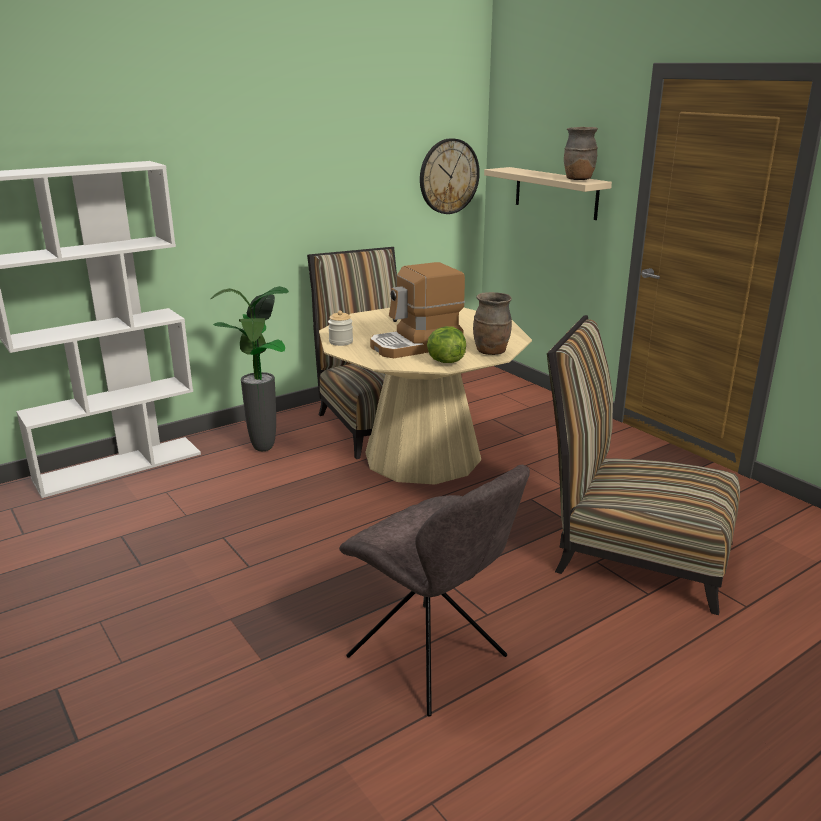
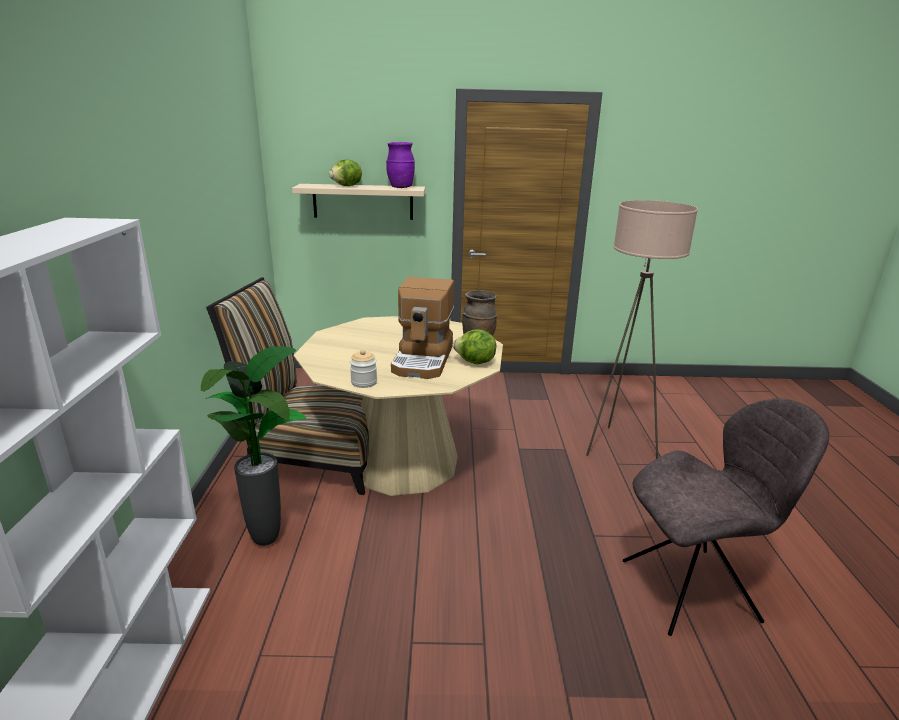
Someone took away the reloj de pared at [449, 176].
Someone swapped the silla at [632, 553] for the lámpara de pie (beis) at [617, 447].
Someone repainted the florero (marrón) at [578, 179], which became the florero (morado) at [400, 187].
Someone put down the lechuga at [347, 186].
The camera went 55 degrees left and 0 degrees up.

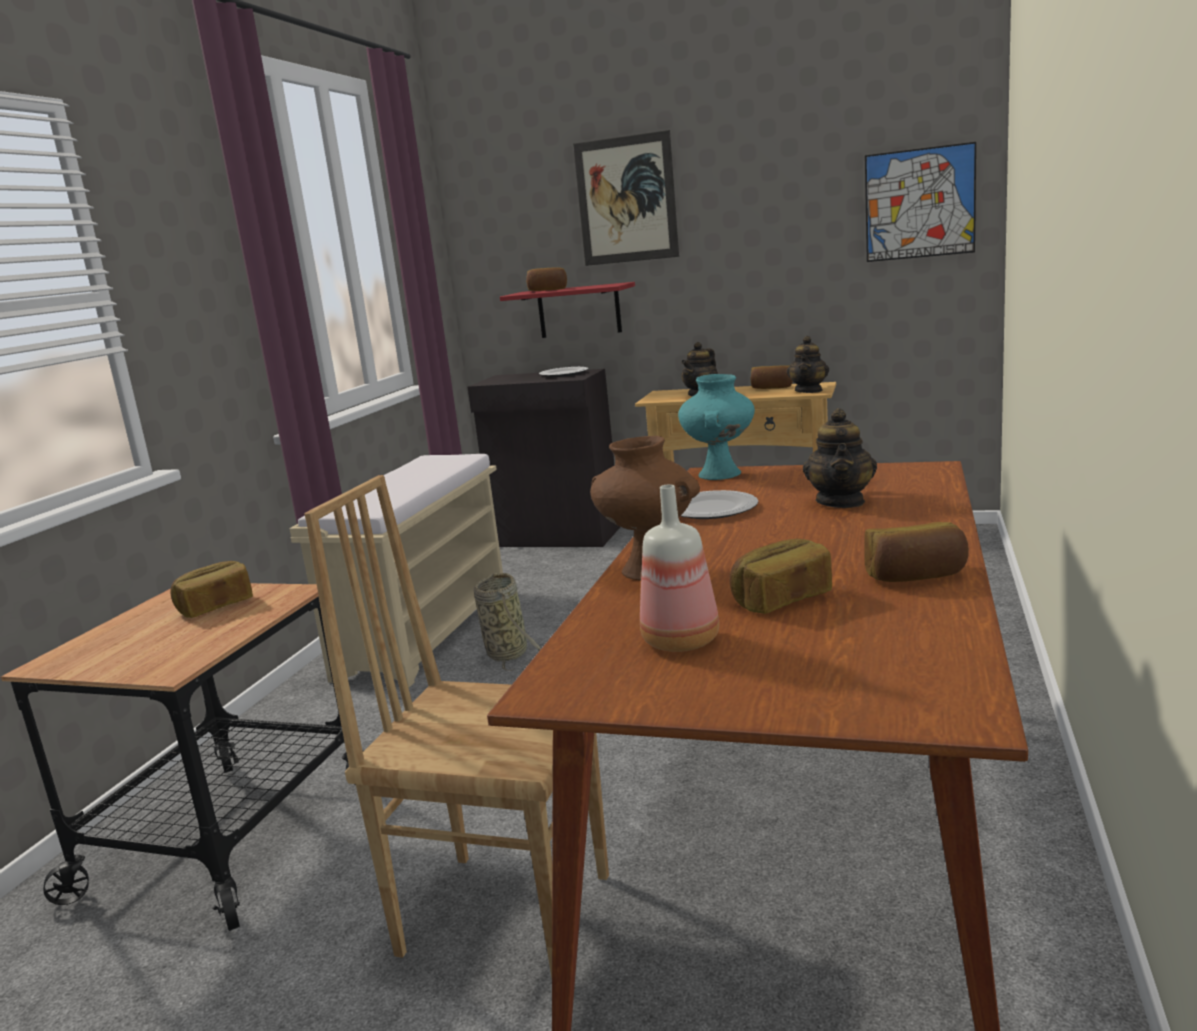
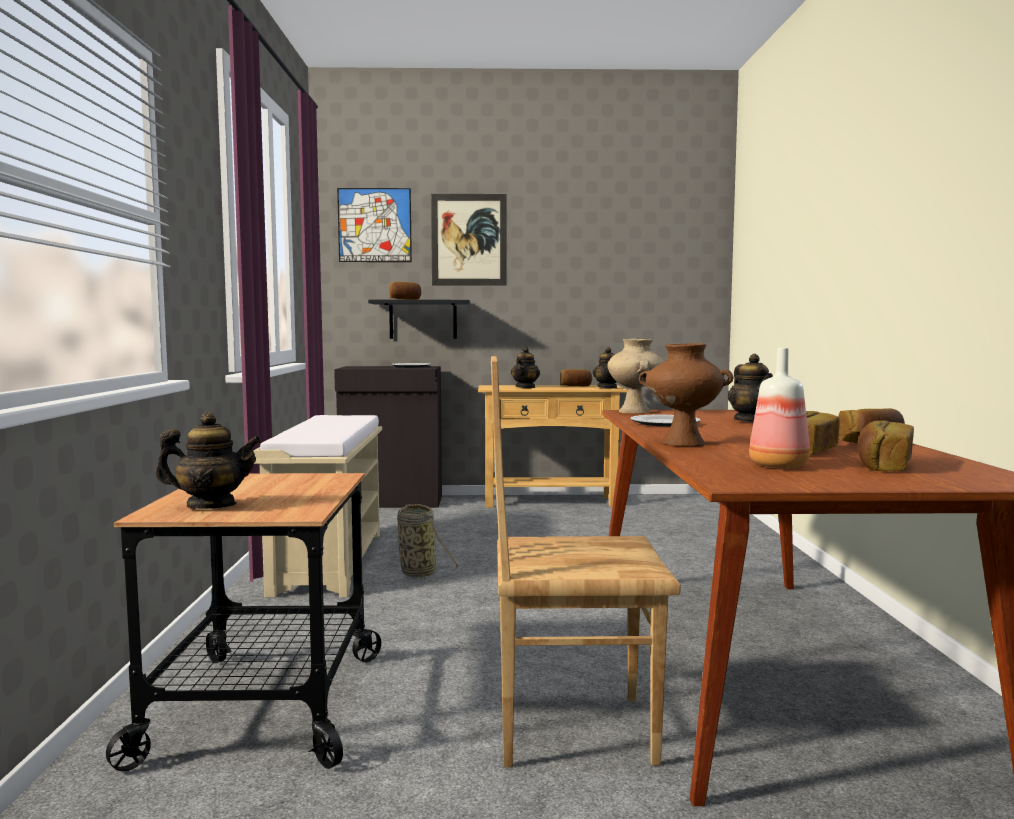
Someone carried the pan from [216, 606] to [883, 466].
Someone repainted the estante (rojo) at [579, 311], which became the estante (negro) at [423, 319].
Someone repainted the florero (turquesa) at [720, 474], which became the florero (beis) at [635, 412].
Someone carried the cuadro from [919, 203] to [374, 225].
Someone put down the tetera at [211, 505].
The camera went 20 degrees left and 10 degrees down.

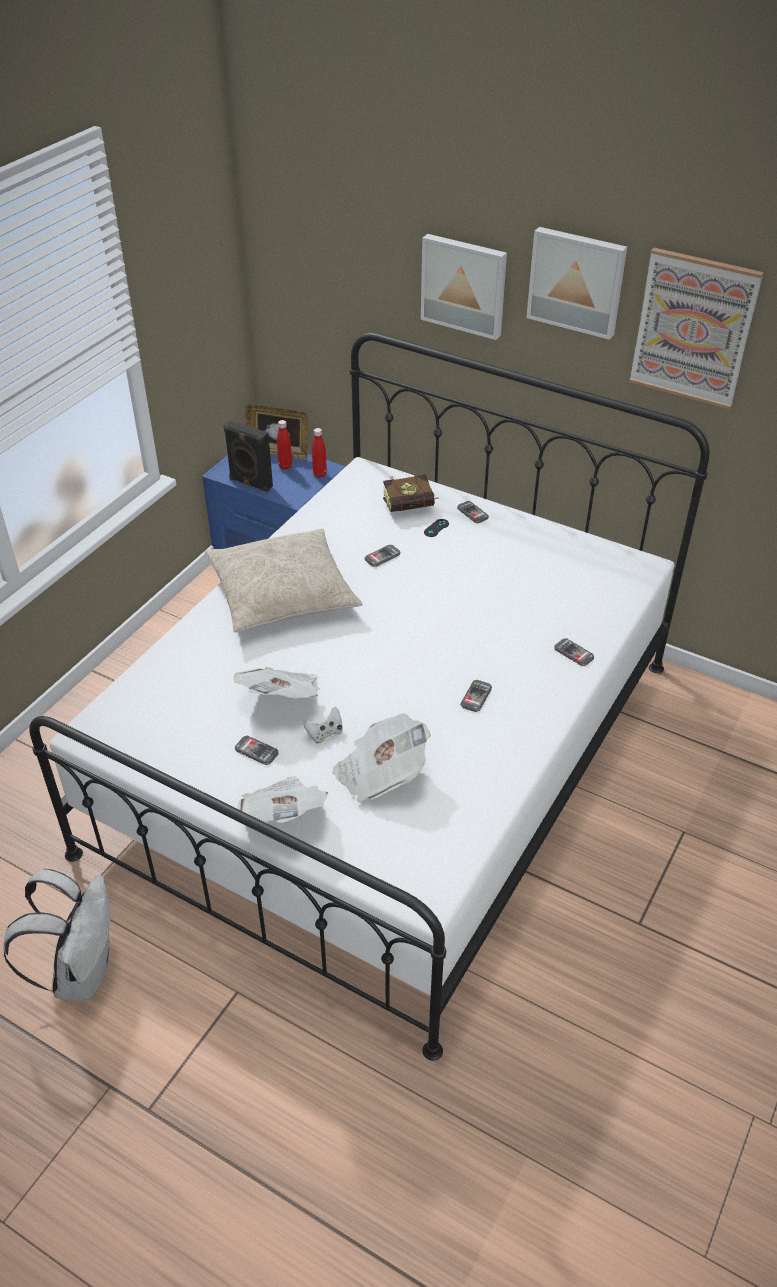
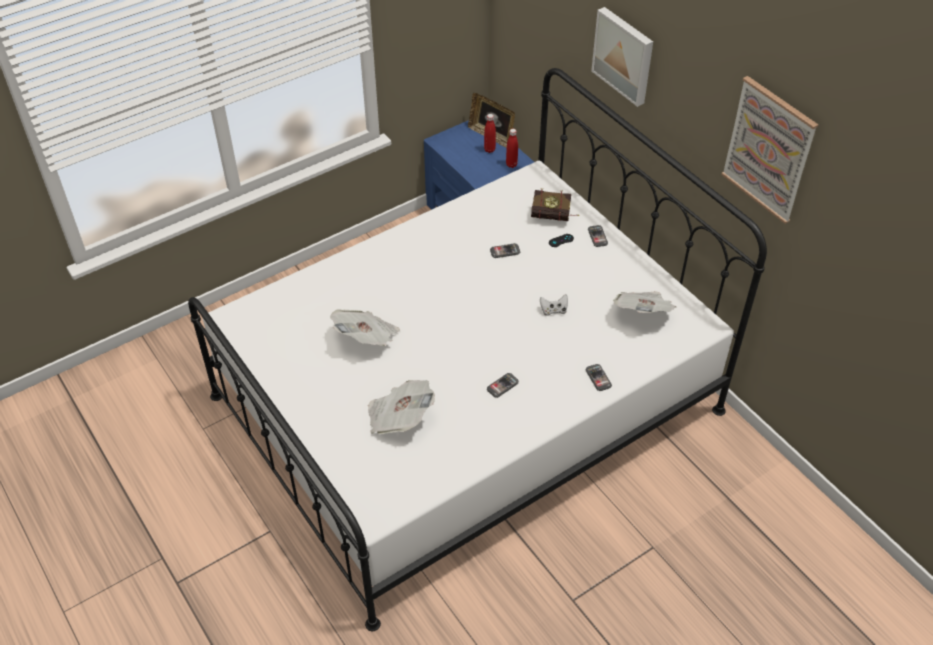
Someone took away the mochila (blanco) at [81, 971].
Someone took away the cojín (beis) at [282, 593].
Someone took away the altavoz (negro) at [250, 483].
Someone took away the móvil at [256, 751].
Someone carried the periódico from [283, 816] to [643, 313].
Someone carried the mando de consola (blanco) from [325, 733] to [553, 310].
Someone took away the cuadro at [577, 281].
The camera went 25 degrees right and 5 degrees up.

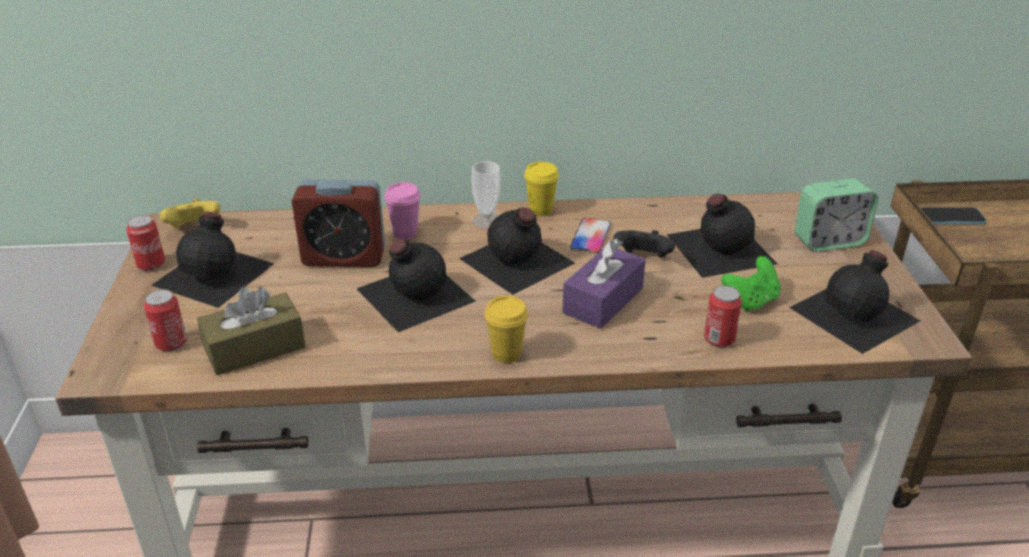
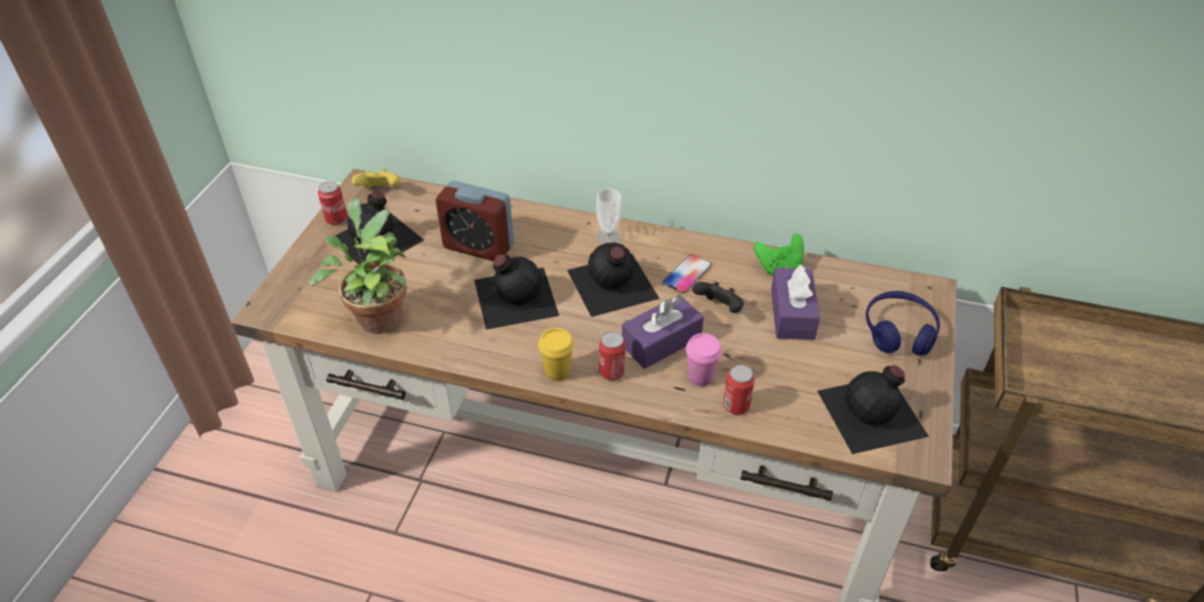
Someone carried the lata from [171, 343] to [612, 372].
Someone swapped the caja de pañuelos (marrón) at [255, 348] for the planta en maceta at [377, 316].
Someone carried the taza (rosa) from [405, 232] to [700, 377].
Someone took away the taza (amarillo) at [540, 210].
Someone swapped the botella (negro) at [718, 248] for the caja de pañuelos (morado) at [792, 314].
Someone carried the mando de consola (verde) from [751, 301] to [779, 266].
Someone swapped the despertador at [829, 241] for the auriculares (azul) at [899, 332].
Someone took away the móvil at [951, 218].
The camera went 20 degrees right and 10 degrees up.

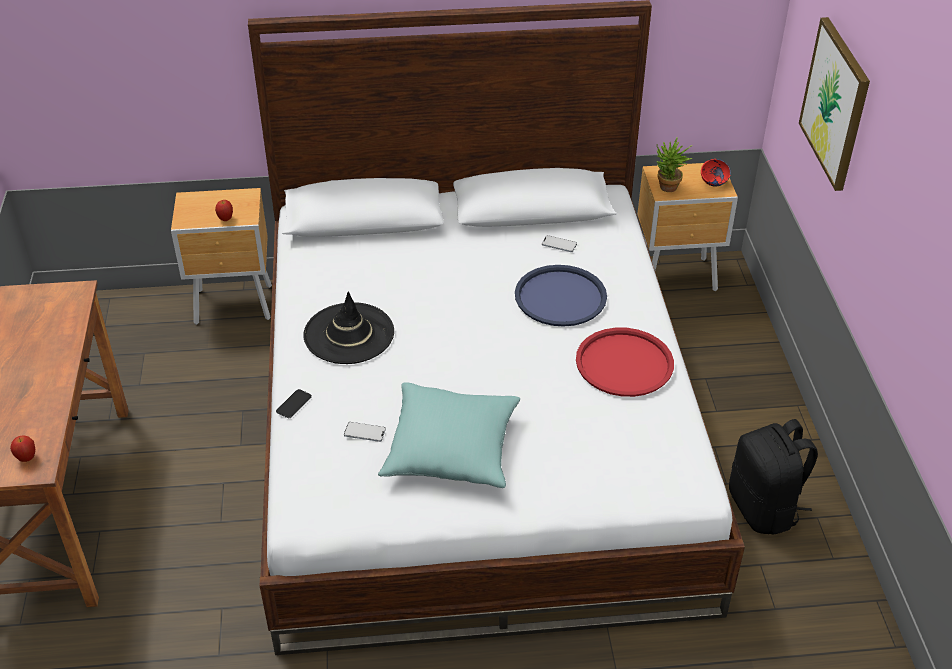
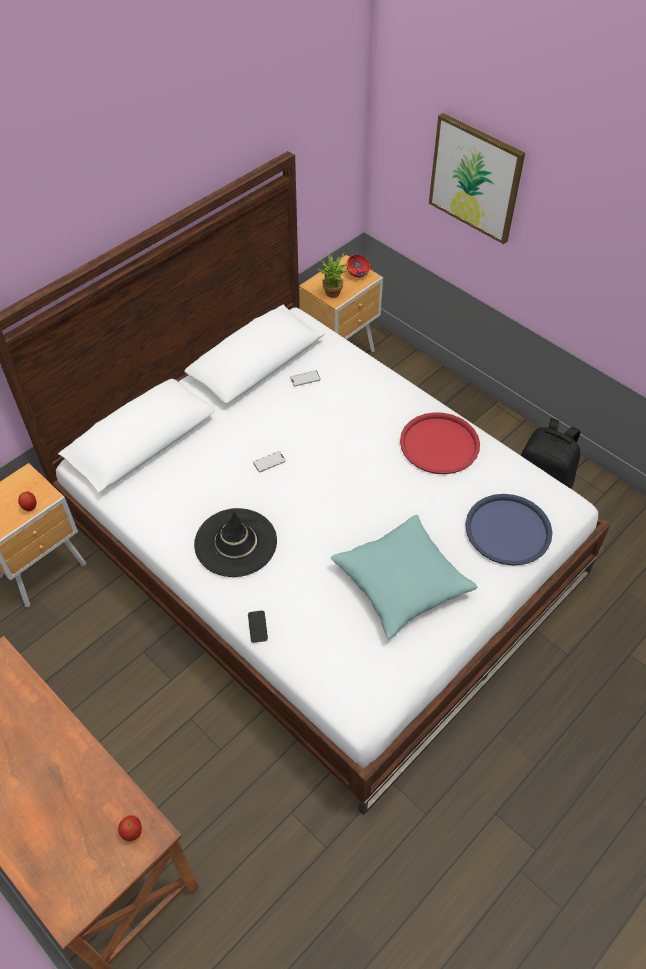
Someone carried the móvil from [364, 432] to [269, 462].
Someone carried the bandeja (azul) from [560, 297] to [507, 530].
The camera went 40 degrees left and 10 degrees up.

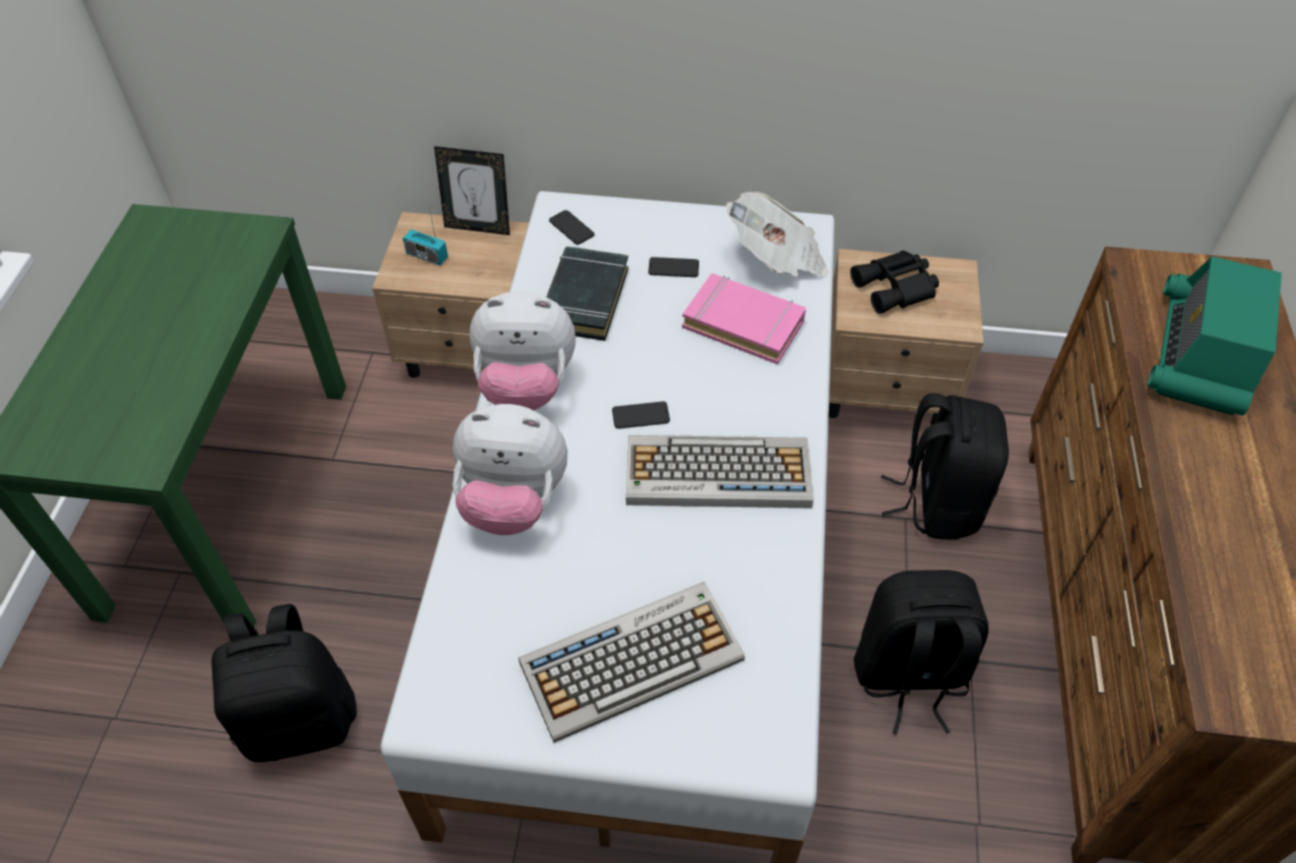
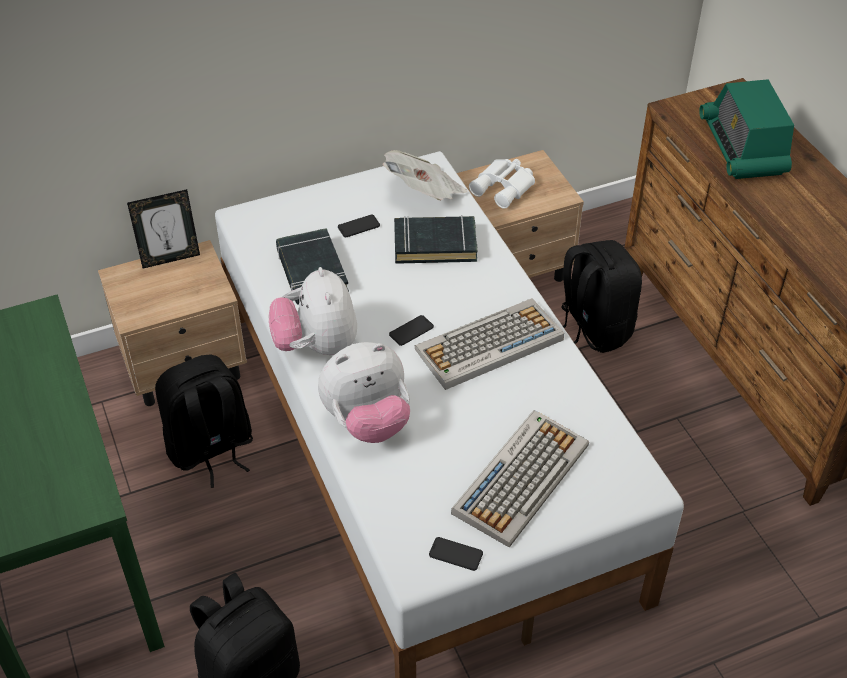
Someone took away the radio at [427, 256].
Someone rotated the peluche at [526, 387] by 105 degrees clockwise.
Someone carried the móvil from [571, 228] to [455, 554].
Someone repainted the libro (rosa) at [743, 324], which became the libro (negro) at [435, 244].
Someone repainted the prismáticos (negro) at [896, 288], which became the prismáticos (blanco) at [504, 187].
Someone carried the mochila (negro) from [908, 676] to [210, 449].
The camera went 30 degrees left and 5 degrees down.

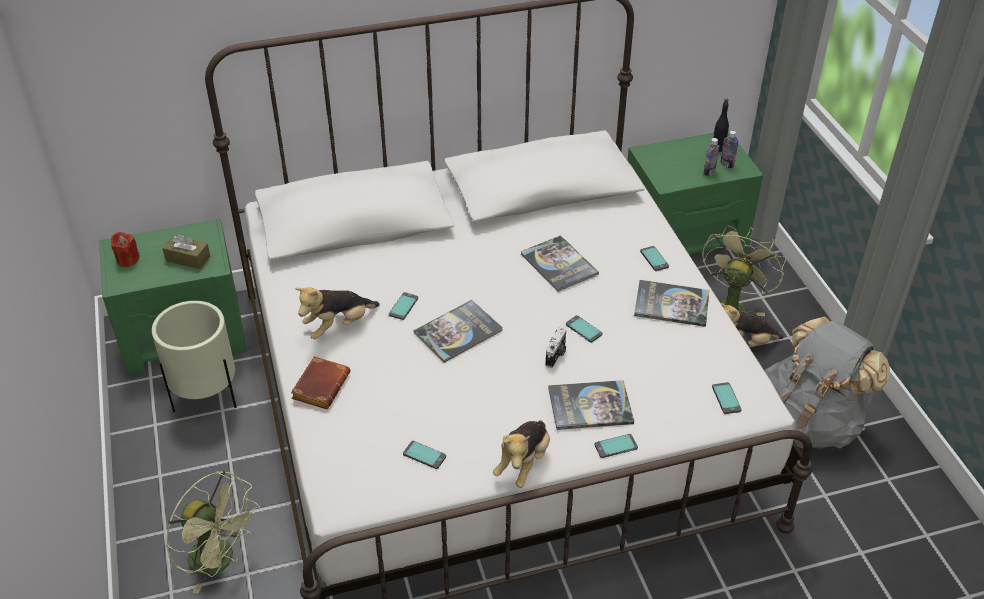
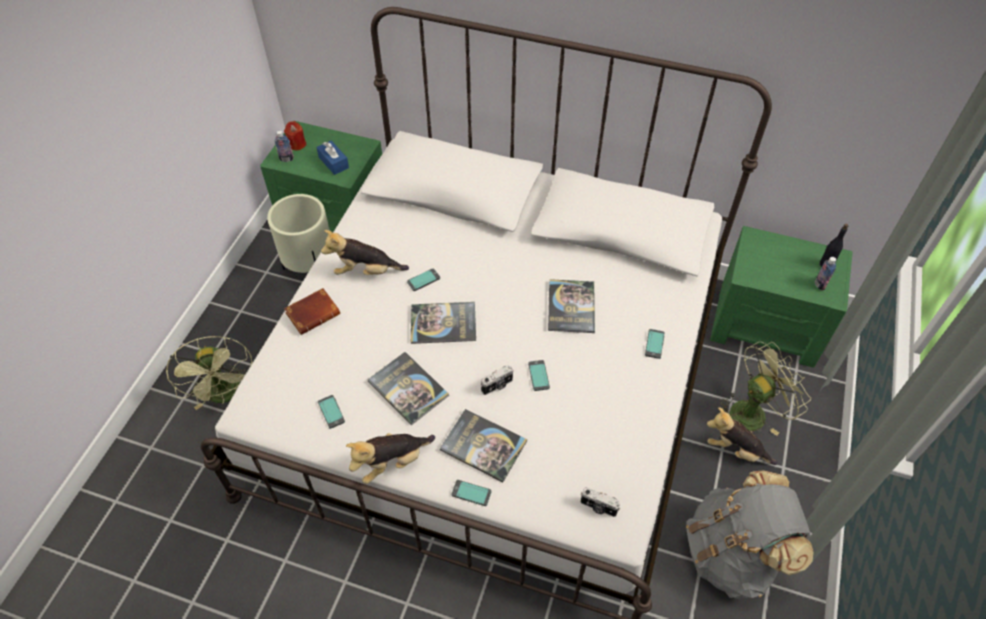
Someone repainted the caja de pañuelos (marrón) at [188, 258], which became the caja de pañuelos (azul) at [333, 162].
Someone carried the libro from [671, 304] to [408, 388].
Someone carried the botella from [709, 172] to [286, 159].
Someone swapped the móvil at [726, 398] for the cámara at [598, 507].
The camera went 35 degrees right and 10 degrees up.

